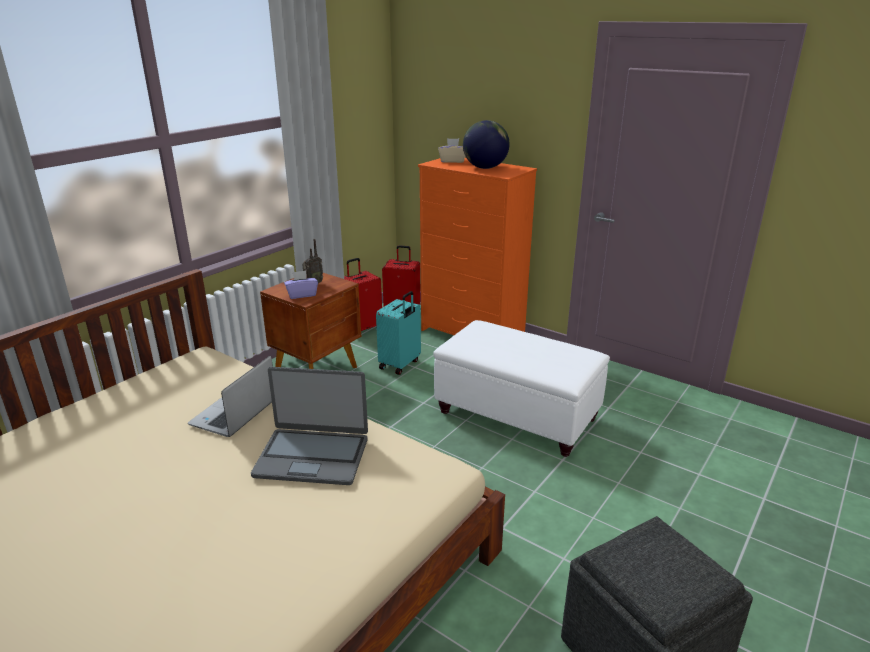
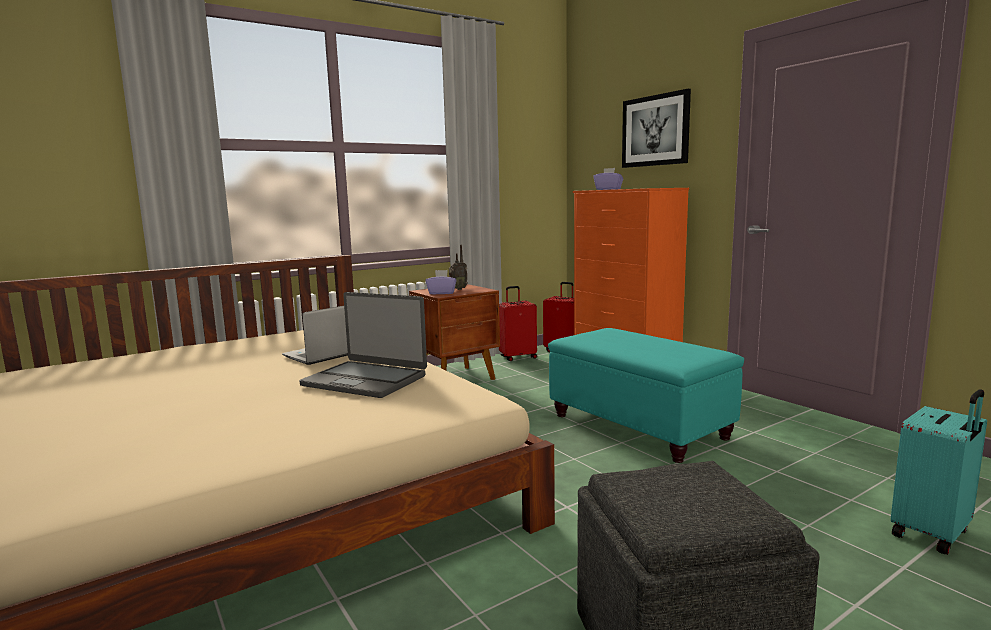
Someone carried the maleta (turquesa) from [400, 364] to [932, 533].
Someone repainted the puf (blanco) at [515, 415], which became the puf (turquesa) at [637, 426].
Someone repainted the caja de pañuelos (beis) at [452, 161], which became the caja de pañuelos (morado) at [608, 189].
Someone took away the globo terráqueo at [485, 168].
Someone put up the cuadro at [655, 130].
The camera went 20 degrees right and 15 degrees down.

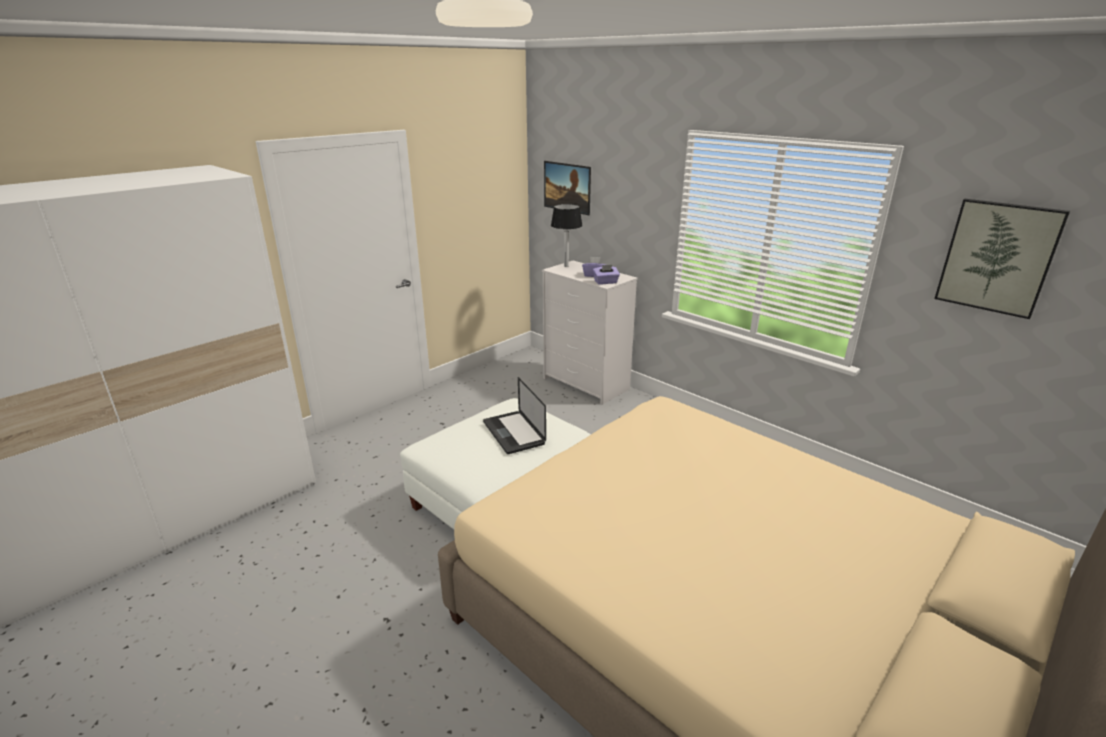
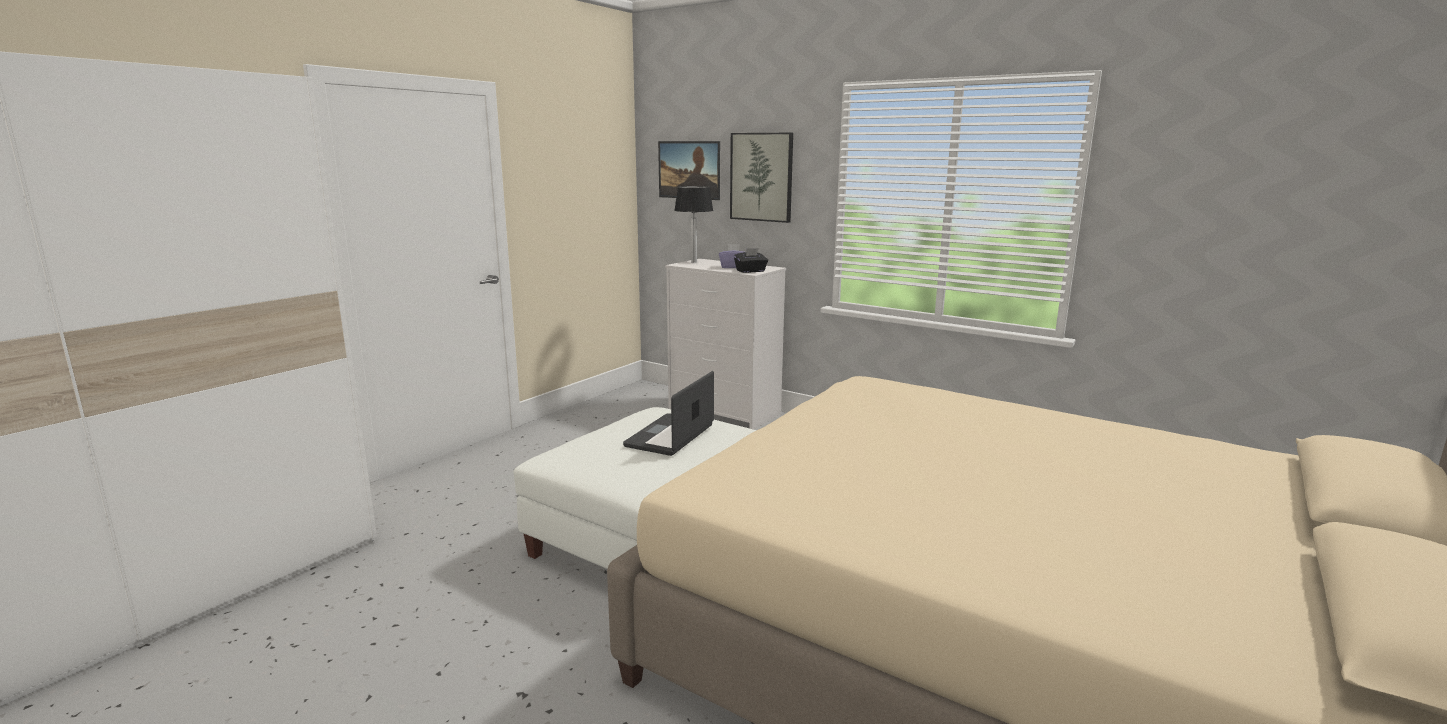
Someone rotated the portátil at [513, 433] by 60 degrees clockwise.
Someone repainted the caja de pañuelos (morado) at [605, 282], which became the caja de pañuelos (negro) at [750, 271].
Someone carried the cuadro from [997, 257] to [761, 177].
The camera went 10 degrees left and 10 degrees down.

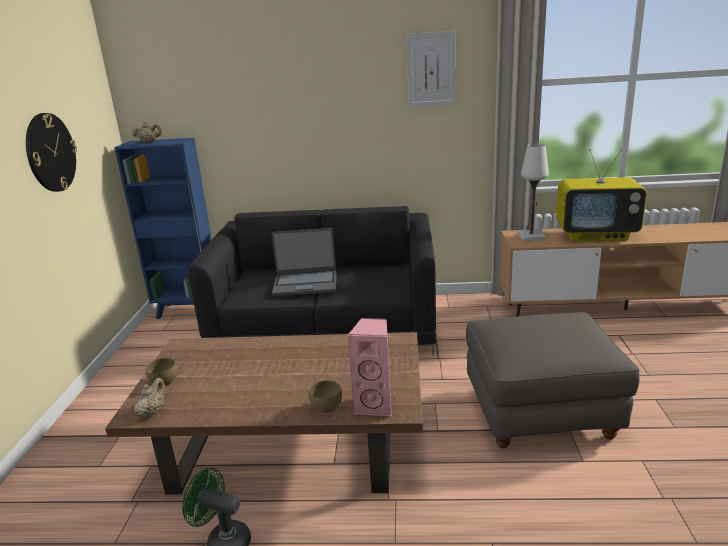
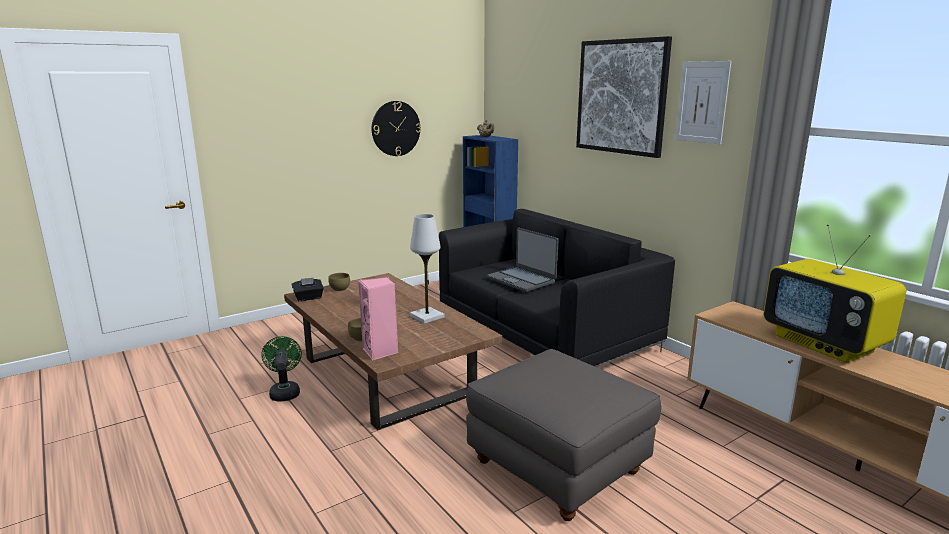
Someone swapped the tetera (beis) at [153, 412] for the caja de pañuelos (negro) at [308, 298].
Someone carried the lámpara de mesa (blanco) from [531, 236] to [427, 317].
Someone put up the cuadro at [621, 97].
The camera went 50 degrees right and 5 degrees down.

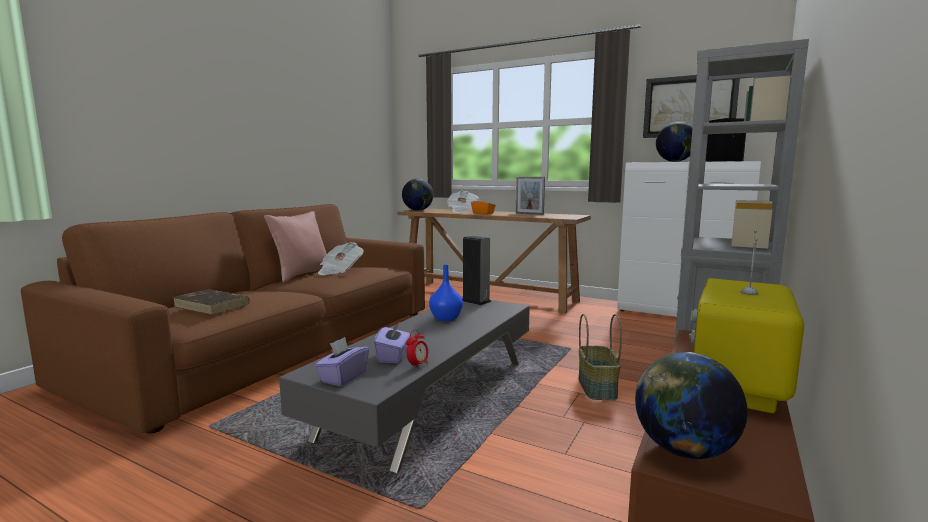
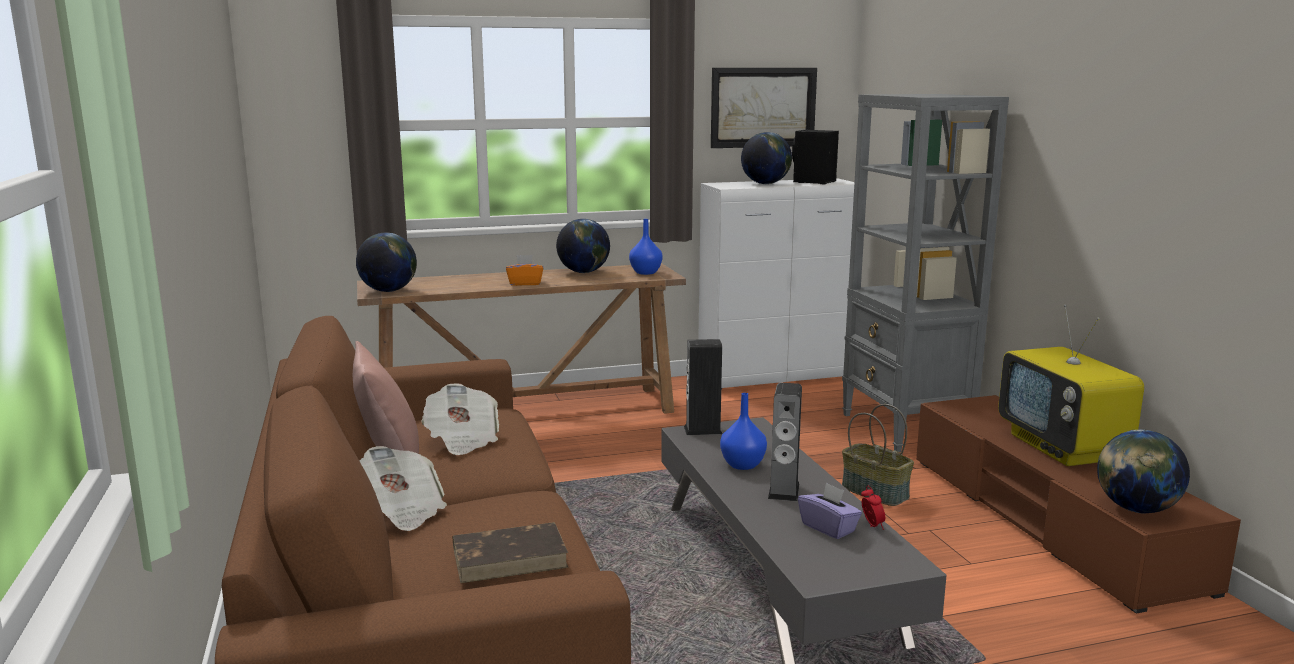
Someone took away the caja de pañuelos (morado) at [343, 377].
Someone carried the periódico from [462, 211] to [400, 511].
Someone swapped the portarretratos at [529, 213] for the globo terráqueo at [583, 272].
Someone put down the florero (azul) at [646, 273].
Someone put down the altavoz at [784, 491].
The camera went 45 degrees left and 5 degrees up.

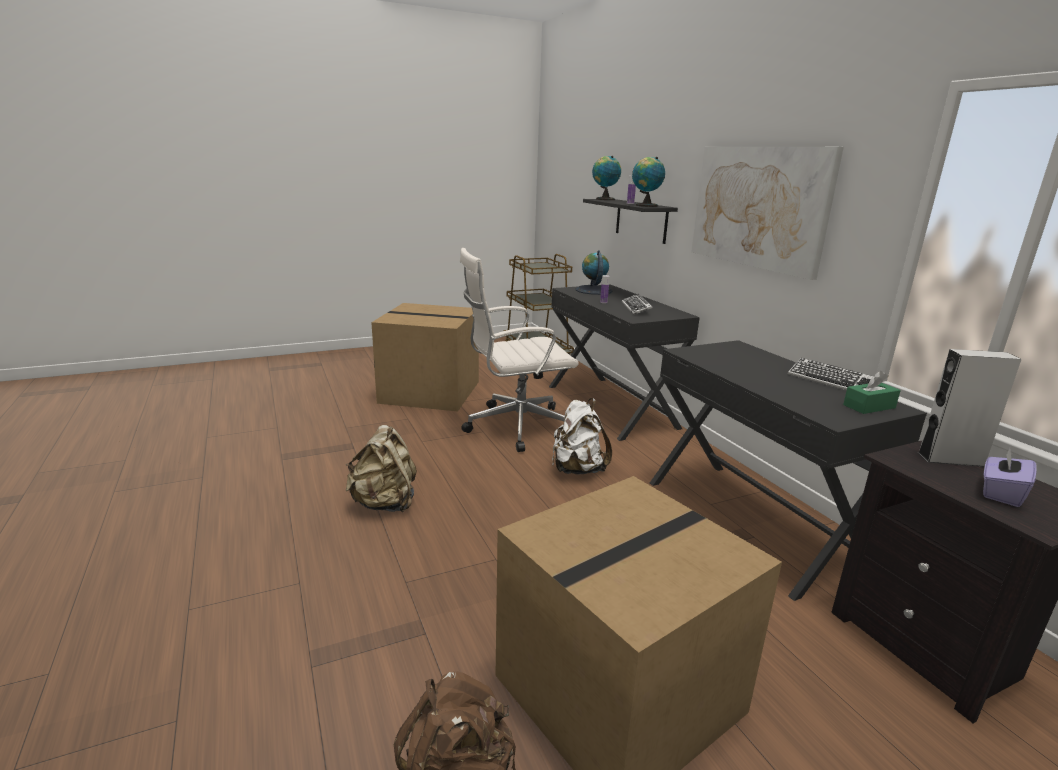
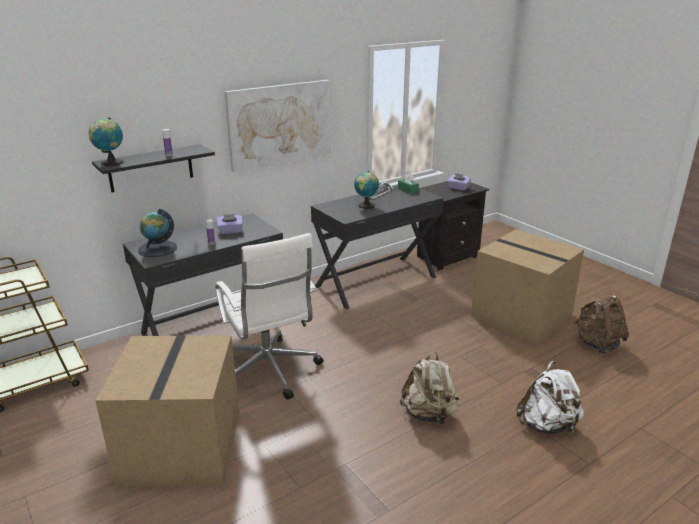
Someone carried the mochila (blanco) from [577, 469] to [547, 425].
Someone swapped the teclado at [636, 308] for the caja de pañuelos (morado) at [230, 231].
Someone carried the globo terráqueo from [645, 205] to [366, 206].
Someone took away the altavoz (gris) at [950, 459].
The camera went 100 degrees left and 5 degrees up.

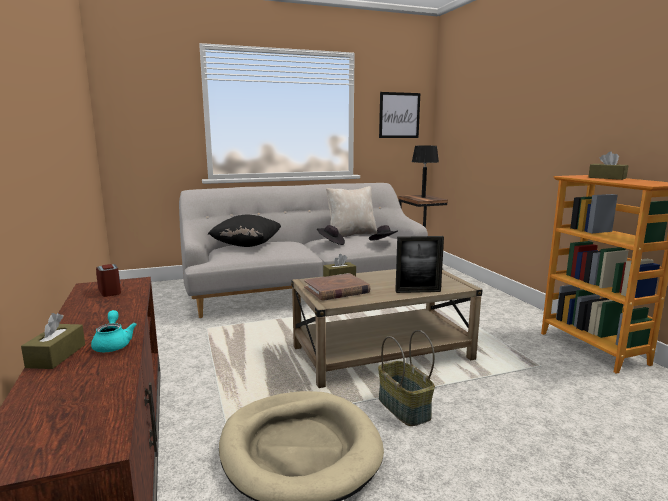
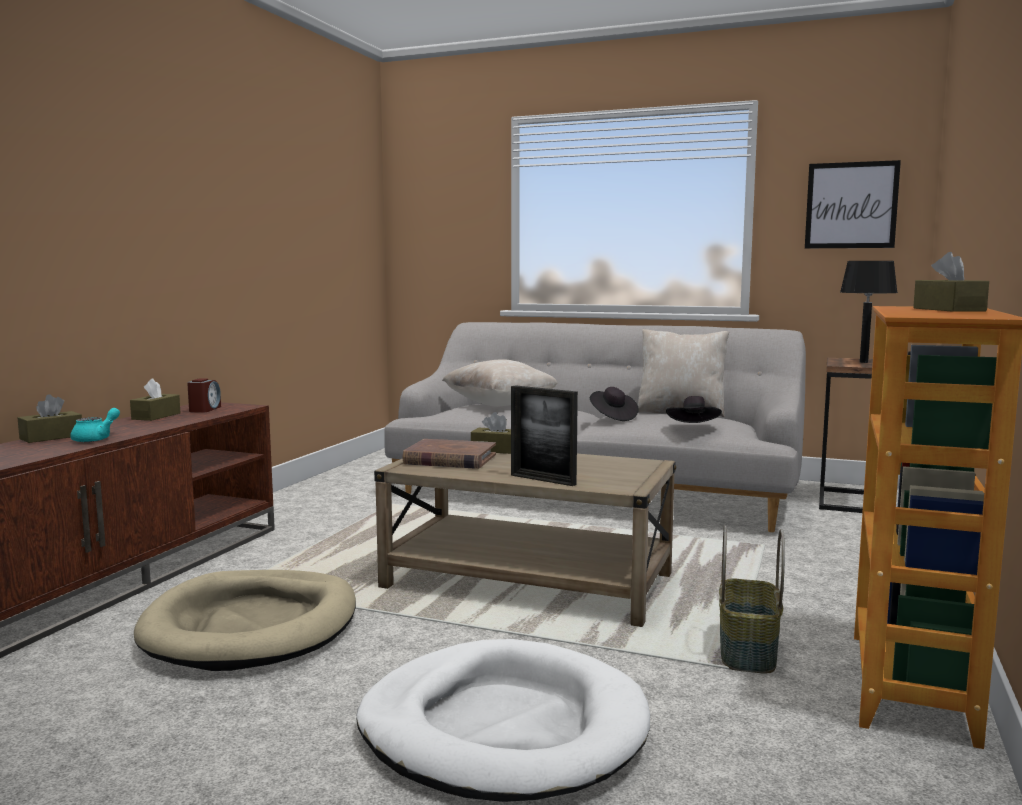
Someone repainted the cojín (negro) at [247, 245], which became the cojín (beis) at [499, 405].
Someone carried the cesta from [403, 408] to [746, 650].
Someone put down the caja de pañuelos (marrón) at [156, 416].
Someone put down the cama para perro (blanco) at [503, 728].
The camera went 40 degrees right and 5 degrees down.

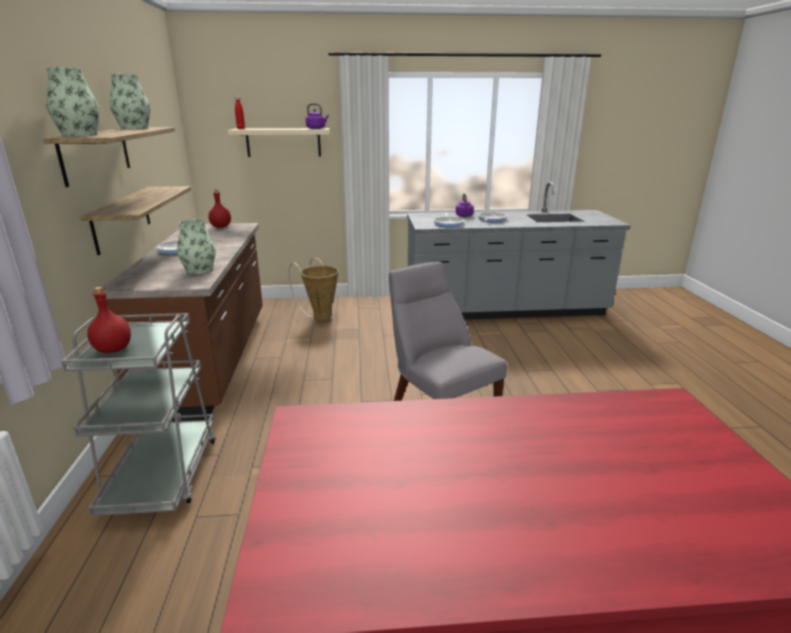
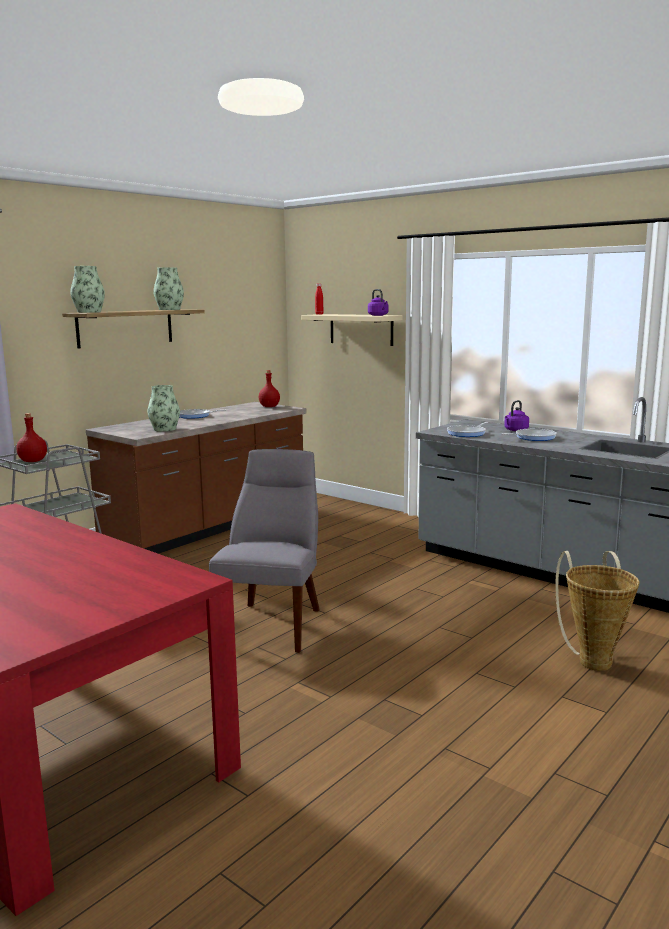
Someone took away the estante at [122, 218].
Someone carried the cesta from [320, 317] to [593, 659].
The camera went 45 degrees right and 10 degrees down.

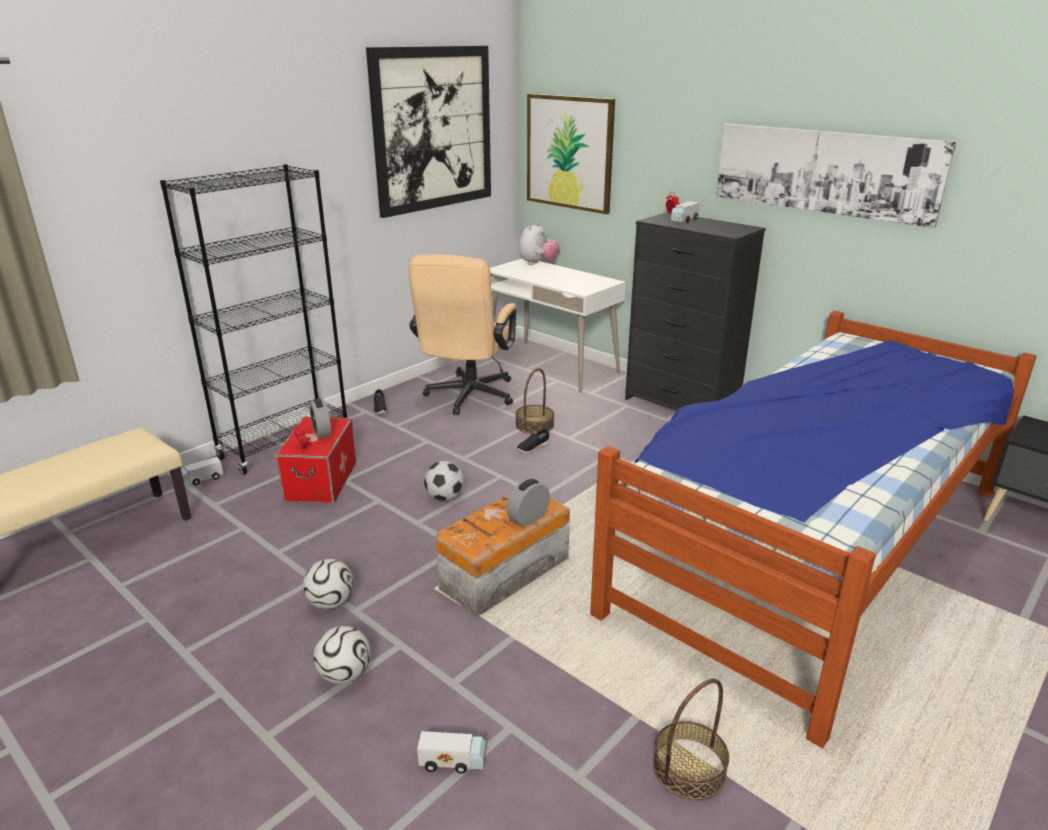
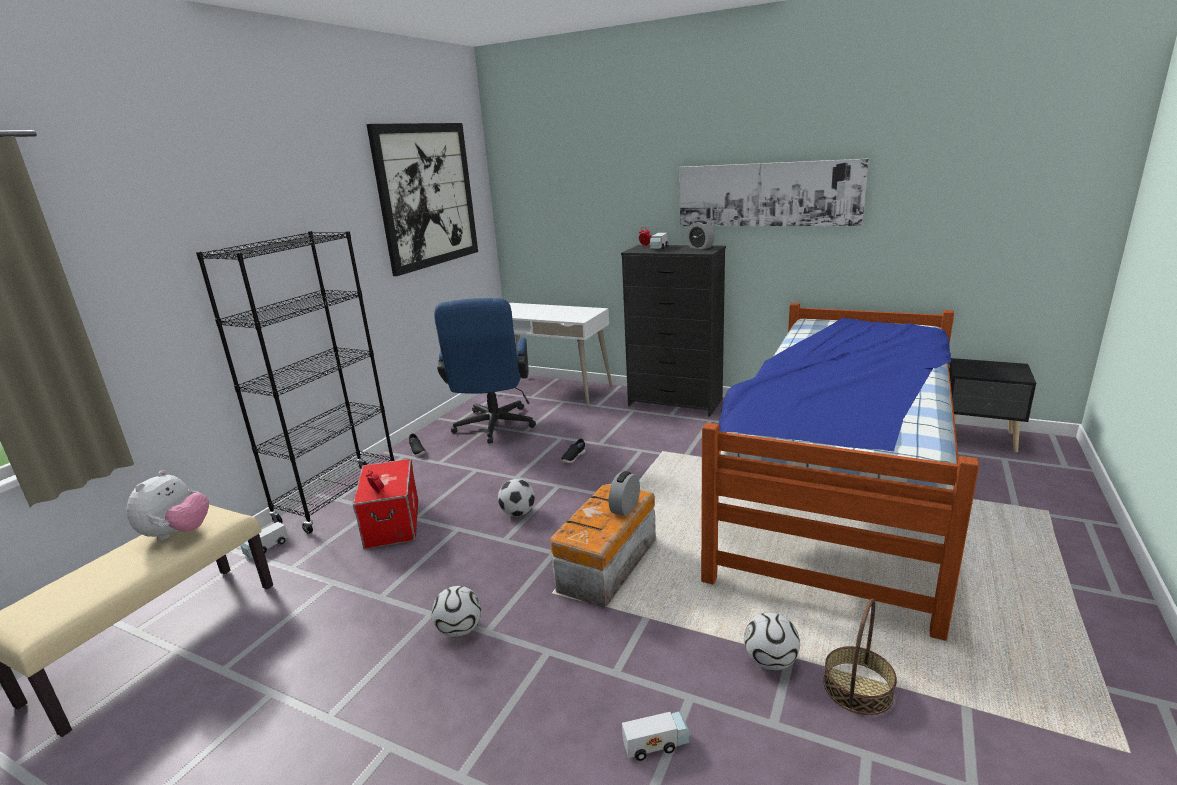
Someone carried the despertador from [322, 432] to [700, 247].
Someone carried the balón de fútbol from [345, 674] to [770, 661].
Someone repainted the silla de oficina (beis) at [467, 398], which became the silla de oficina (azul) at [493, 428].
Someone took away the cesta at [534, 425].
Someone carried the peluche from [538, 264] to [177, 534].
Someone took away the cuadro at [569, 152].
The camera went 15 degrees left and 5 degrees down.

